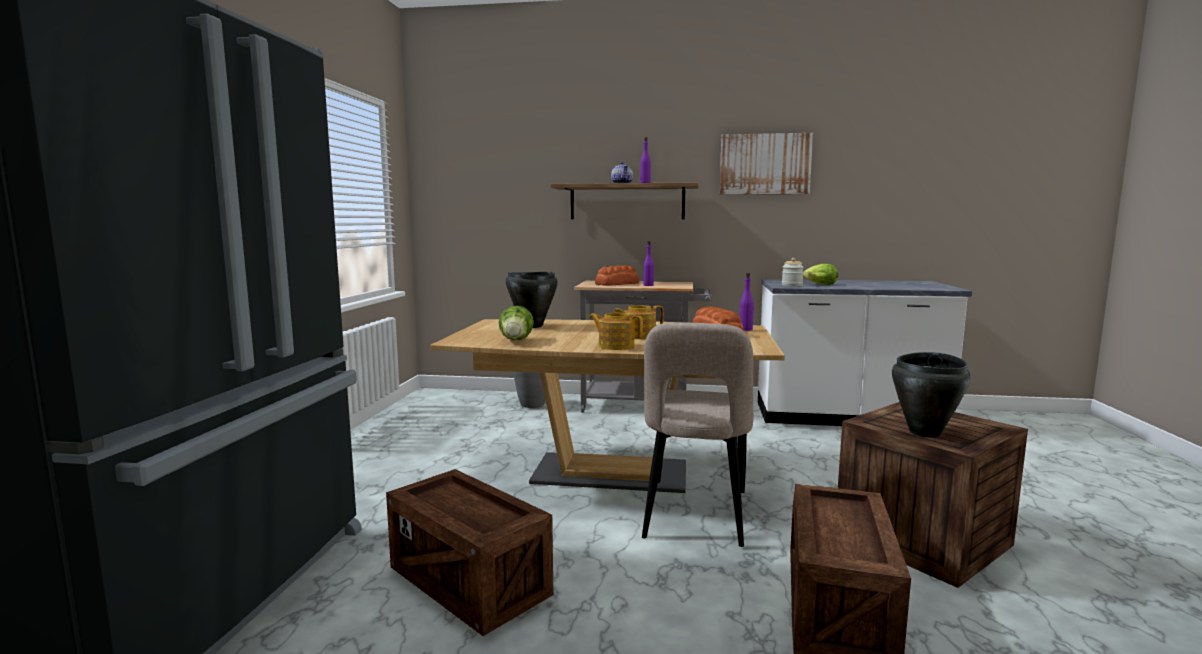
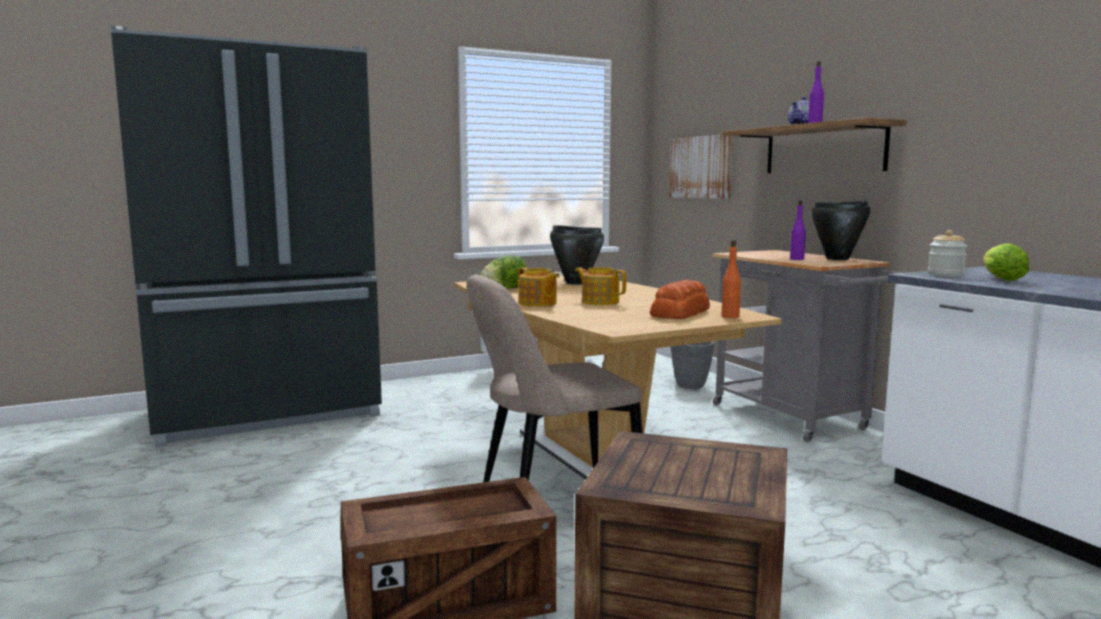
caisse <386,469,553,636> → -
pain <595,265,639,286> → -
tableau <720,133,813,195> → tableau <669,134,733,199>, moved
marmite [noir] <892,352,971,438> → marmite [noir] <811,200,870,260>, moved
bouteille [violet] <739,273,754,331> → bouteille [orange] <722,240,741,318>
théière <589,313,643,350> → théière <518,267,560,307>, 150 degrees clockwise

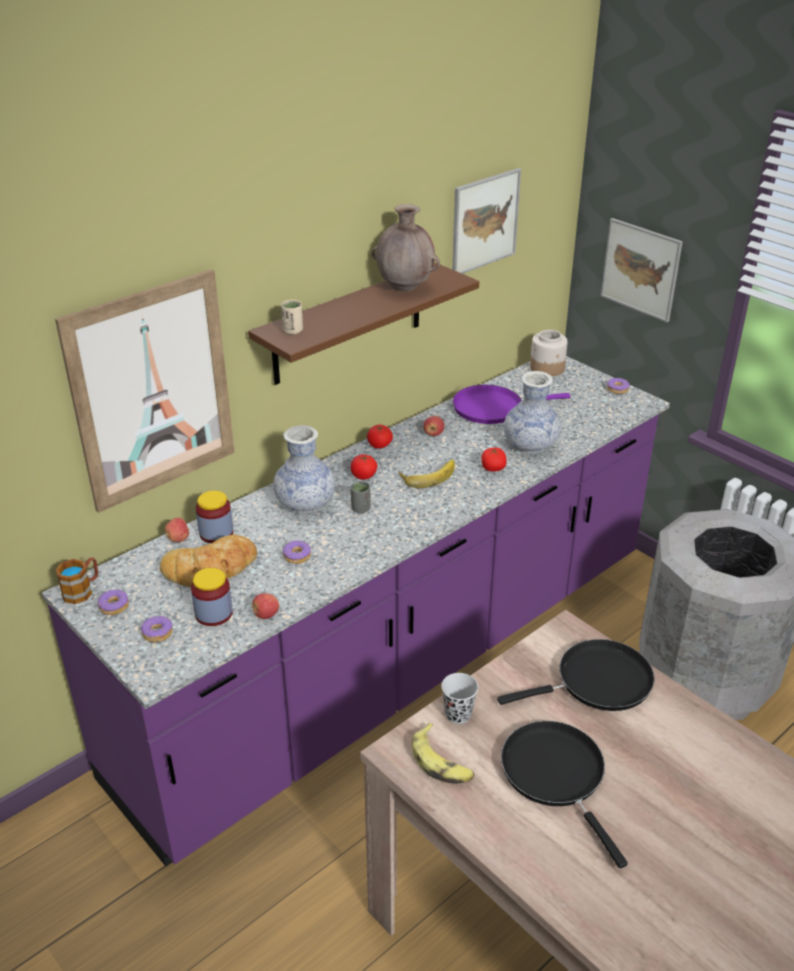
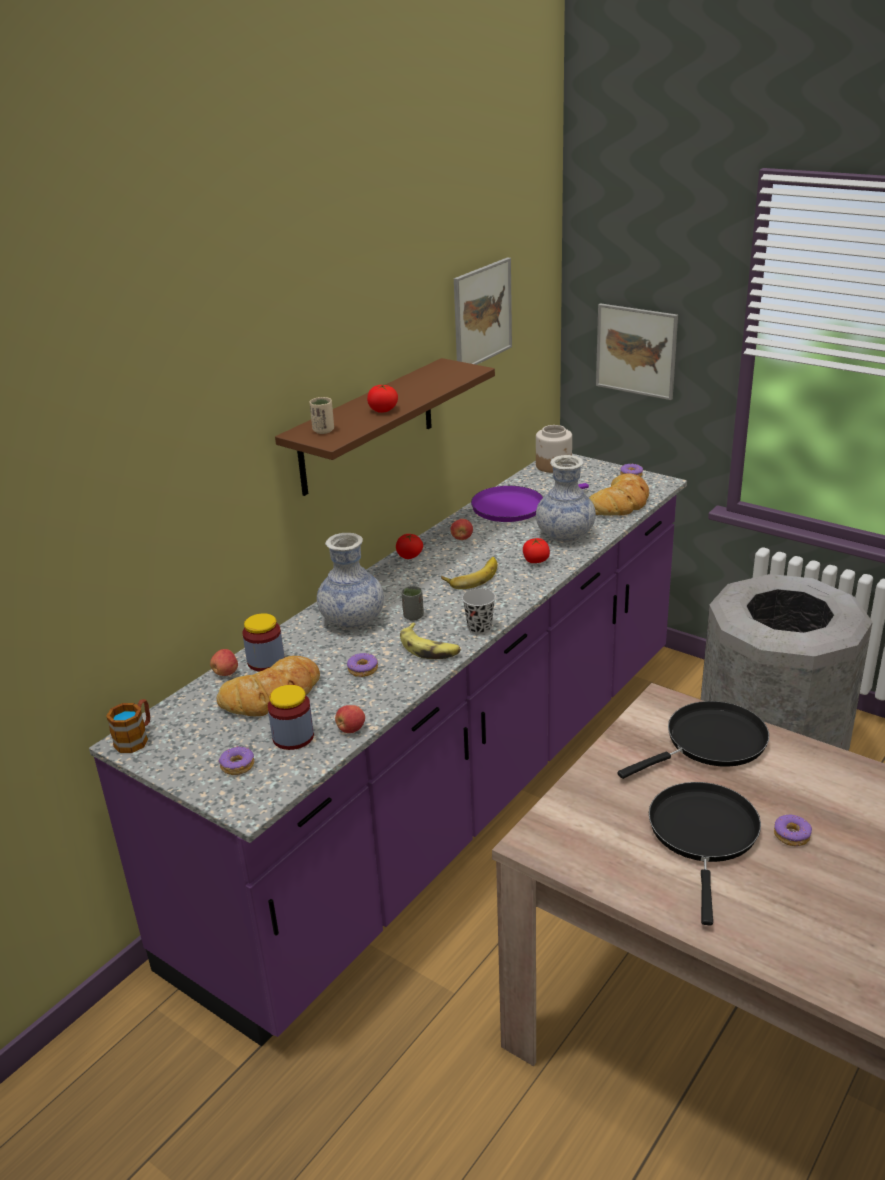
tableau <55,269,235,513> → -
vase [marron] <372,204,440,292> → -
- → pain <589,473,649,516>
beignet <98,589,129,615> → beignet <774,815,812,846>, moved
tomate <351,454,377,480> → tomate <367,384,398,413>, moved
banane <412,723,475,784> → banane <400,623,461,659>, moved
tasse [noir] <441,673,478,724> → tasse [noir] <462,589,496,635>, moved
poêle [noir] <501,721,628,868> → poêle [noir] <649,782,761,925>, 45 degrees clockwise

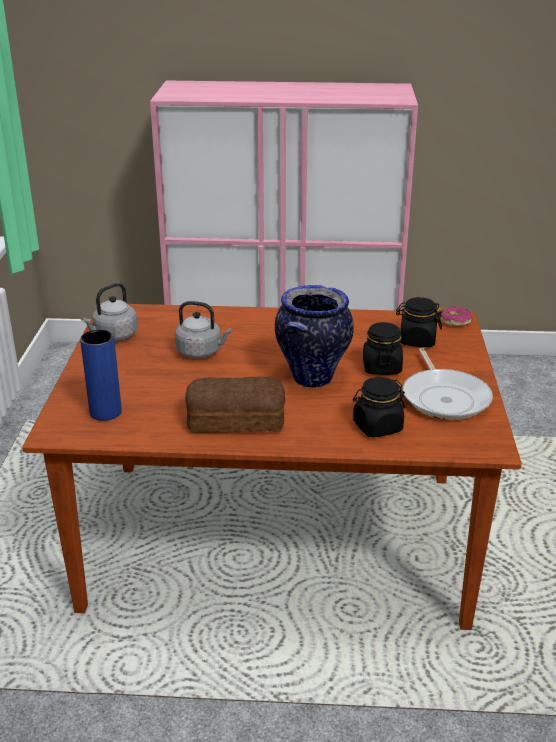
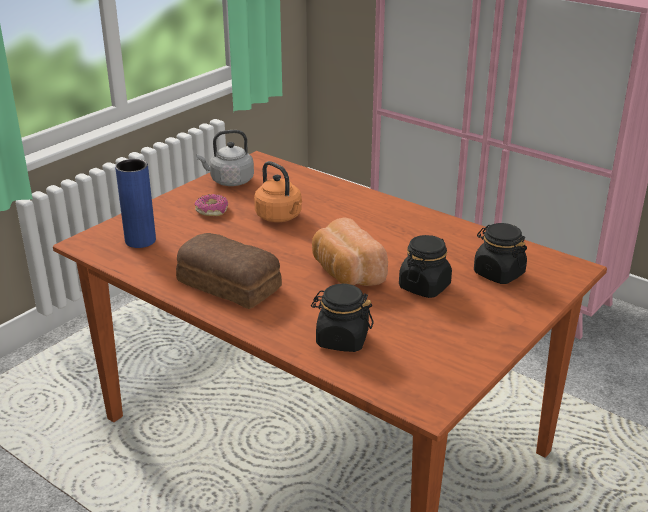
poêle <403,348,493,420> → -
beignet <440,306,472,327> → beignet <195,194,228,216>, moved
vase <275,285,354,388> → pain <312,217,388,286>
bouilloire [gris] <175,301,232,358> → bouilloire [orange] <254,161,302,222>

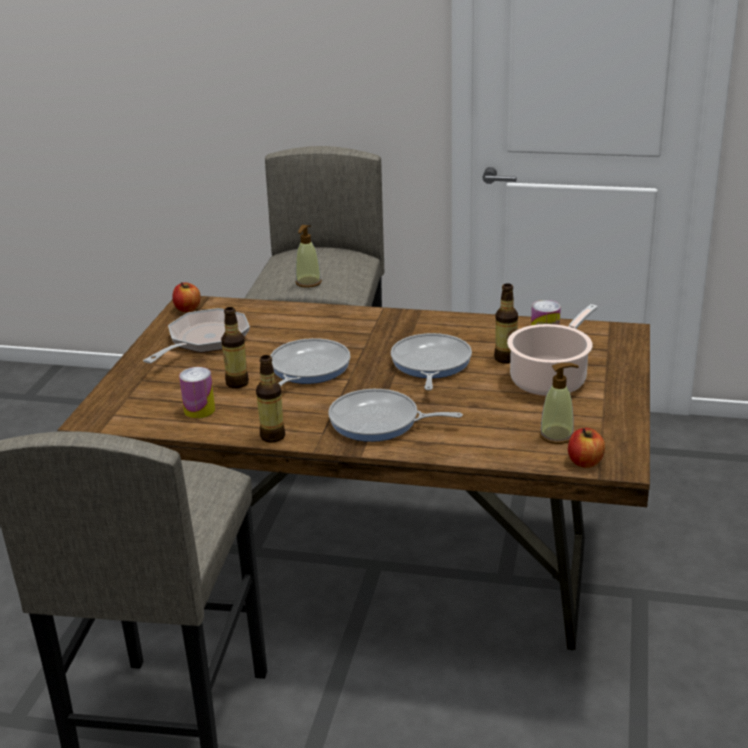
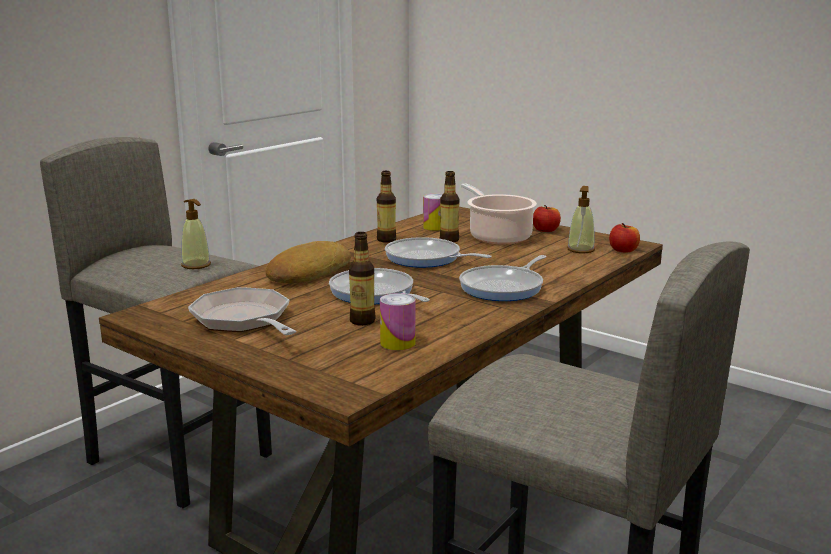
- → pain <266,241,351,284>
pomme <172,282,200,312> → pomme <533,205,561,232>, moved
bouteille <256,355,285,443> → bouteille <377,171,396,243>, moved

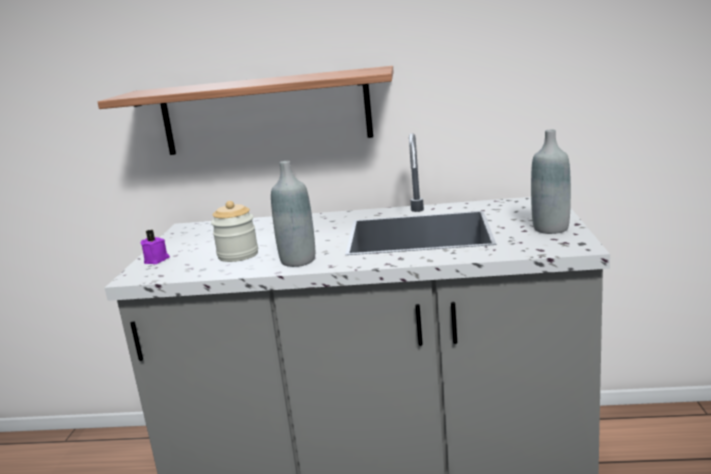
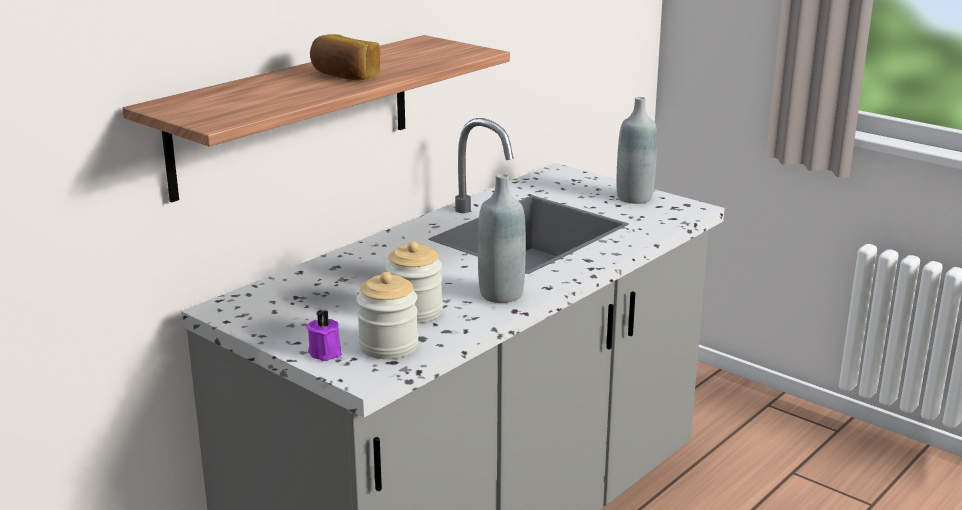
- → pain <310,34,380,80>
- → bocal <356,272,418,359>

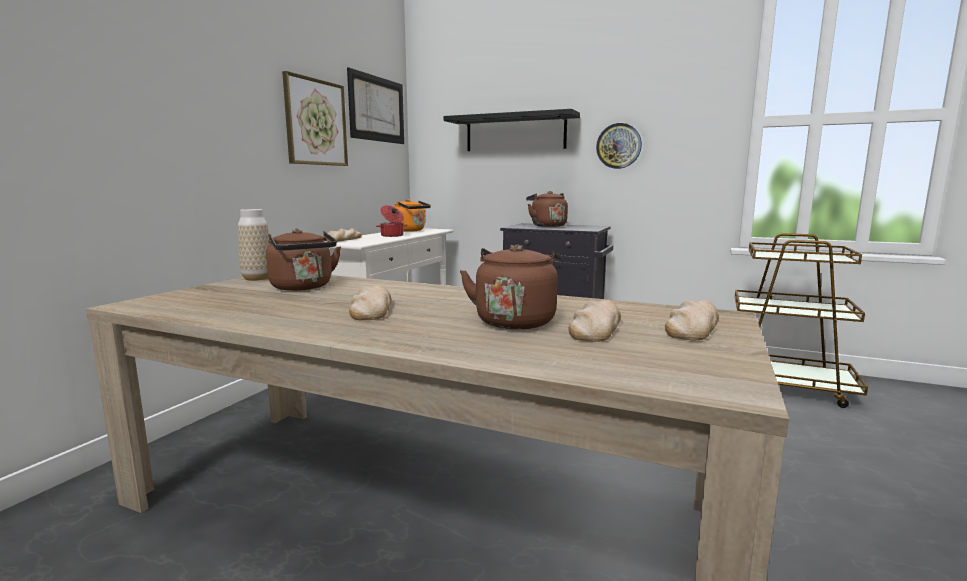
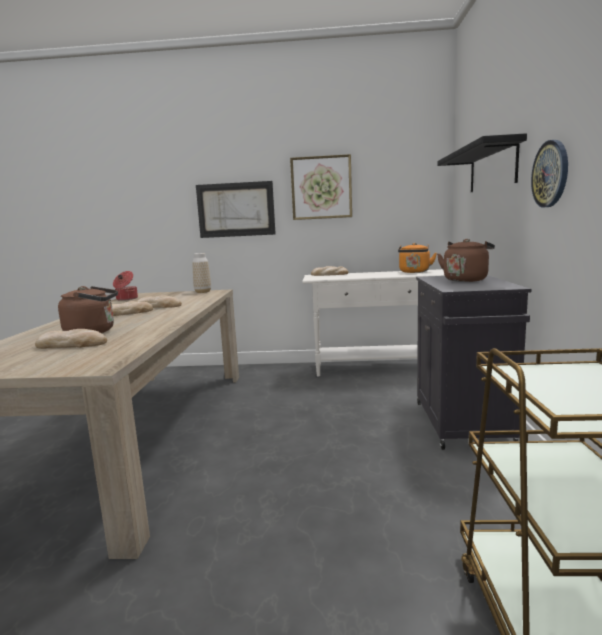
bouilloire [marron] <266,228,341,291> → -
tableau <347,67,404,144> → tableau <196,181,276,238>, moved
marmite <376,205,408,237> → marmite <113,271,138,301>, moved
pain <665,300,719,341> → pain <137,295,182,308>, moved

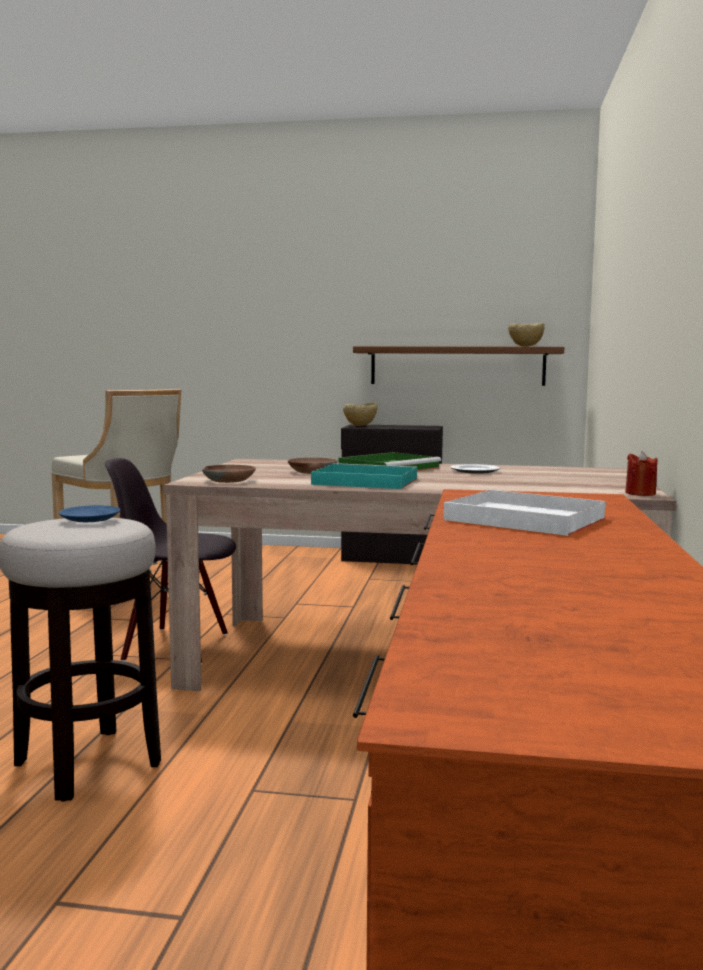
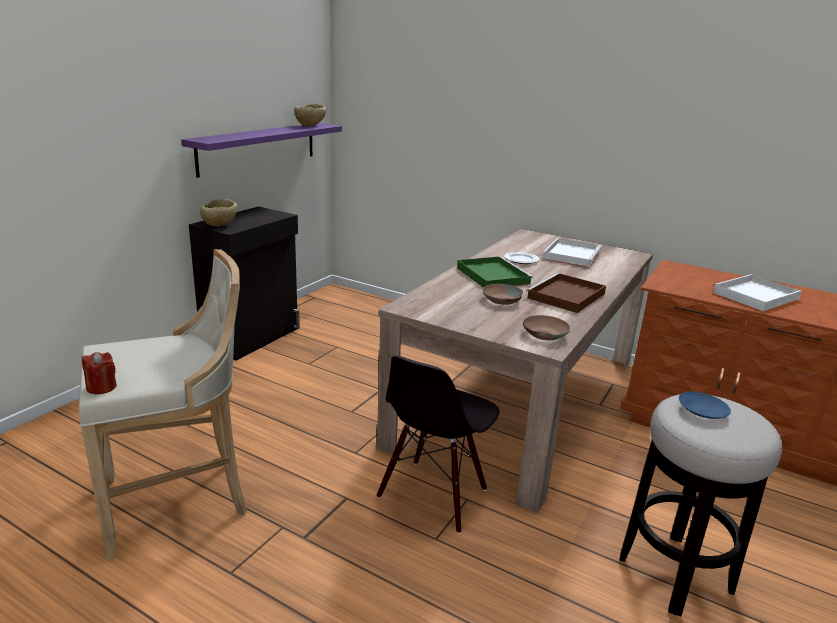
- → plateau [blanc] <543,238,602,267>
bougie [rouge] <625,451,657,496> → bougie [rouge] <82,352,117,394>, moved
plateau [turquoise] <311,463,418,489> → plateau [marron] <526,273,606,313>
étagère [marron] <353,346,565,386> → étagère [violet] <181,123,342,178>

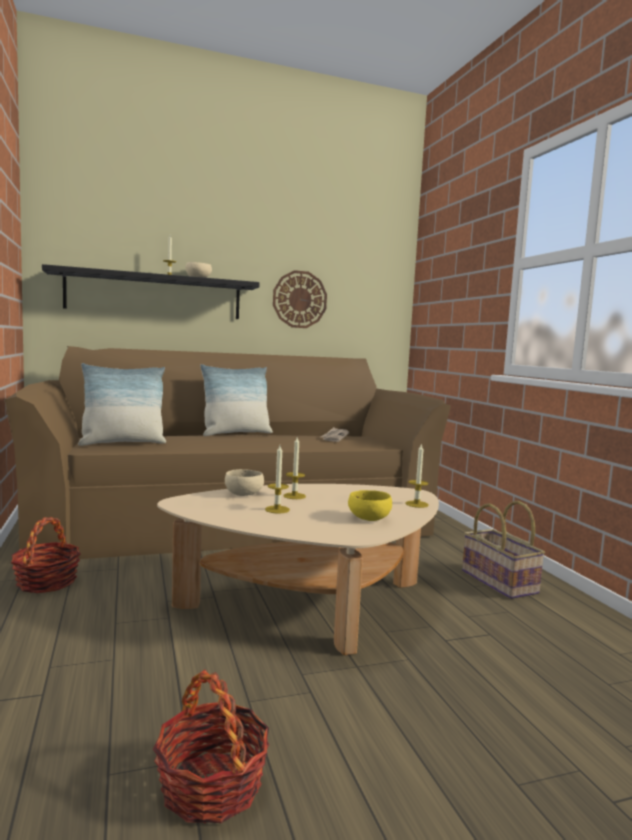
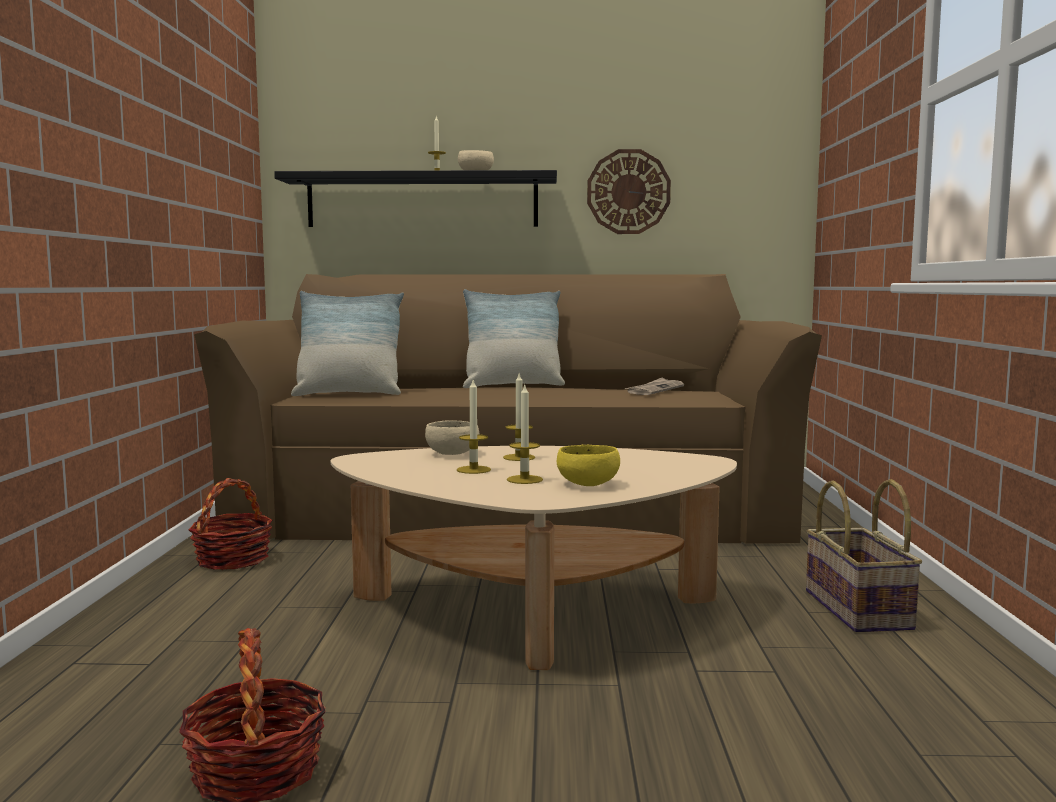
bougie <405,443,429,508> → bougie <507,385,543,484>, moved

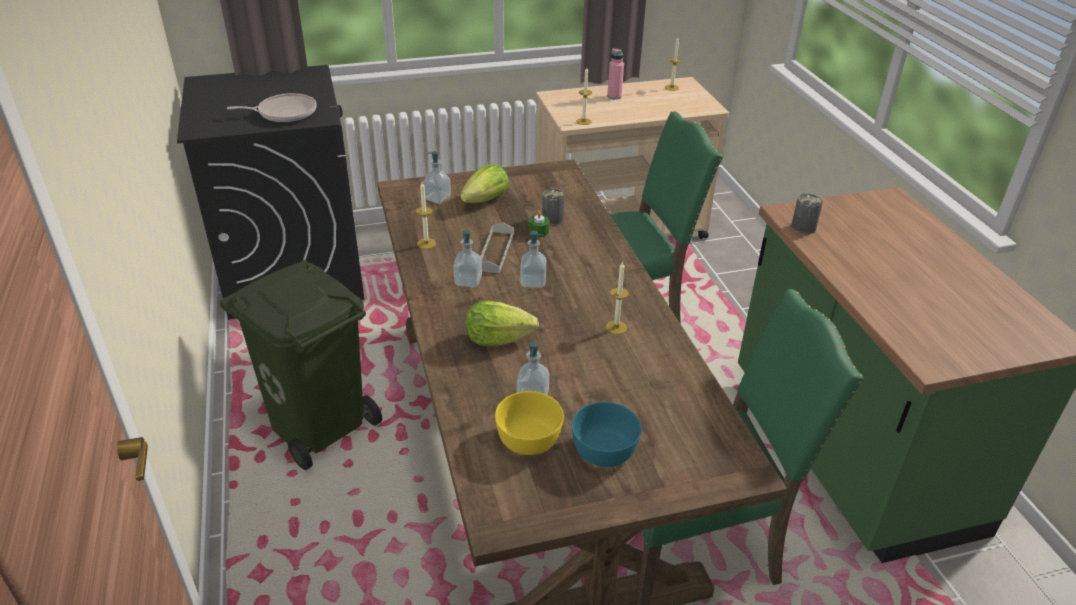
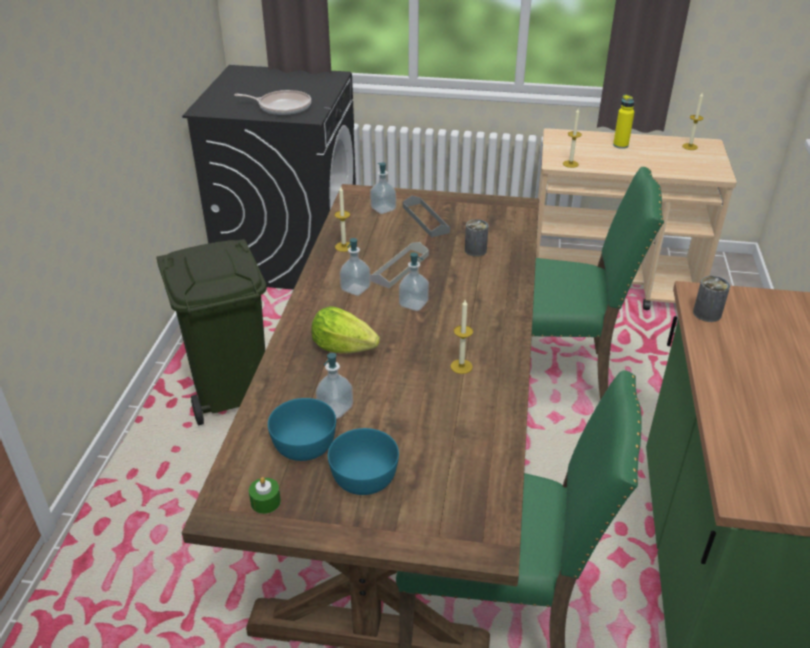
bougie [vert] <529,211,549,238> → bougie [vert] <249,477,281,514>, moved
laitue <460,164,509,203> → plateau [gris] <403,196,450,238>
bol [jaune] <495,391,564,455> → bol [turquoise] <268,398,336,461>
bouteille [rose] <607,48,624,99> → bouteille [jaune] <613,95,634,149>

